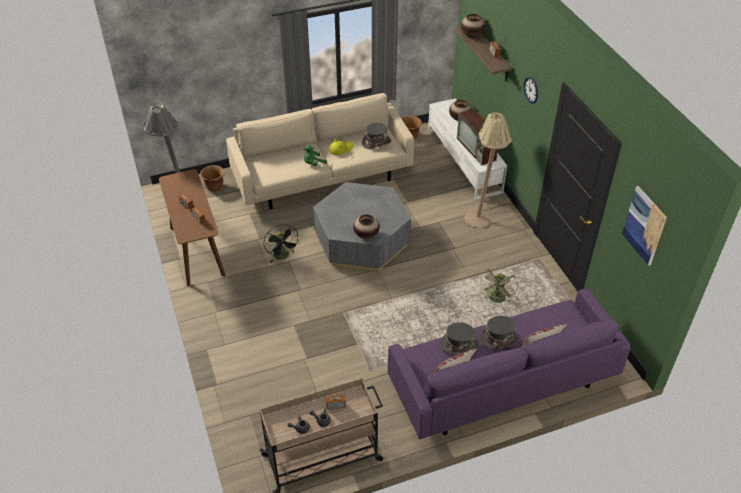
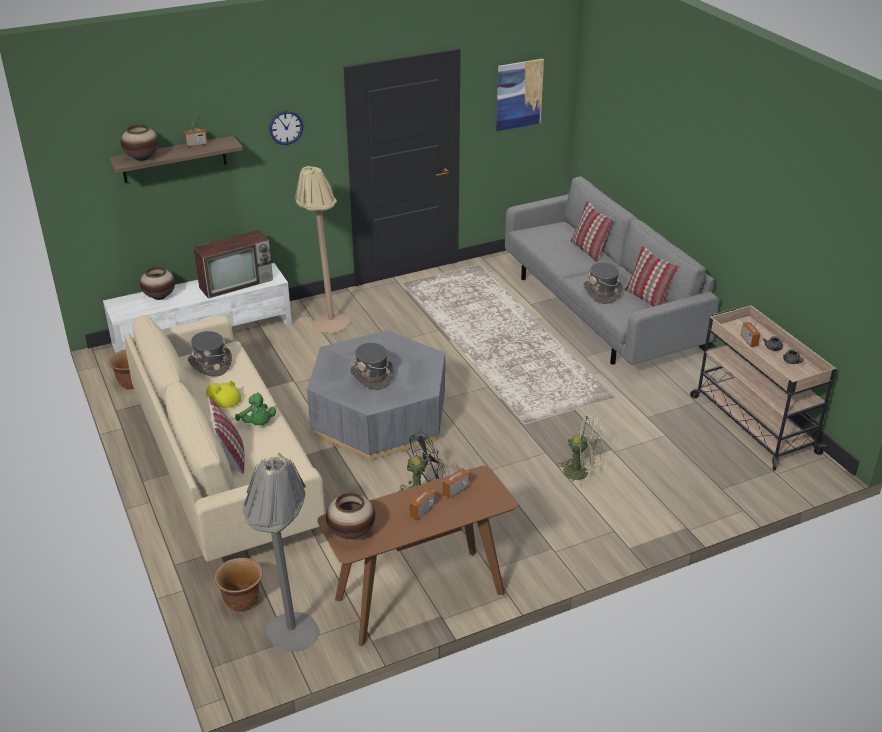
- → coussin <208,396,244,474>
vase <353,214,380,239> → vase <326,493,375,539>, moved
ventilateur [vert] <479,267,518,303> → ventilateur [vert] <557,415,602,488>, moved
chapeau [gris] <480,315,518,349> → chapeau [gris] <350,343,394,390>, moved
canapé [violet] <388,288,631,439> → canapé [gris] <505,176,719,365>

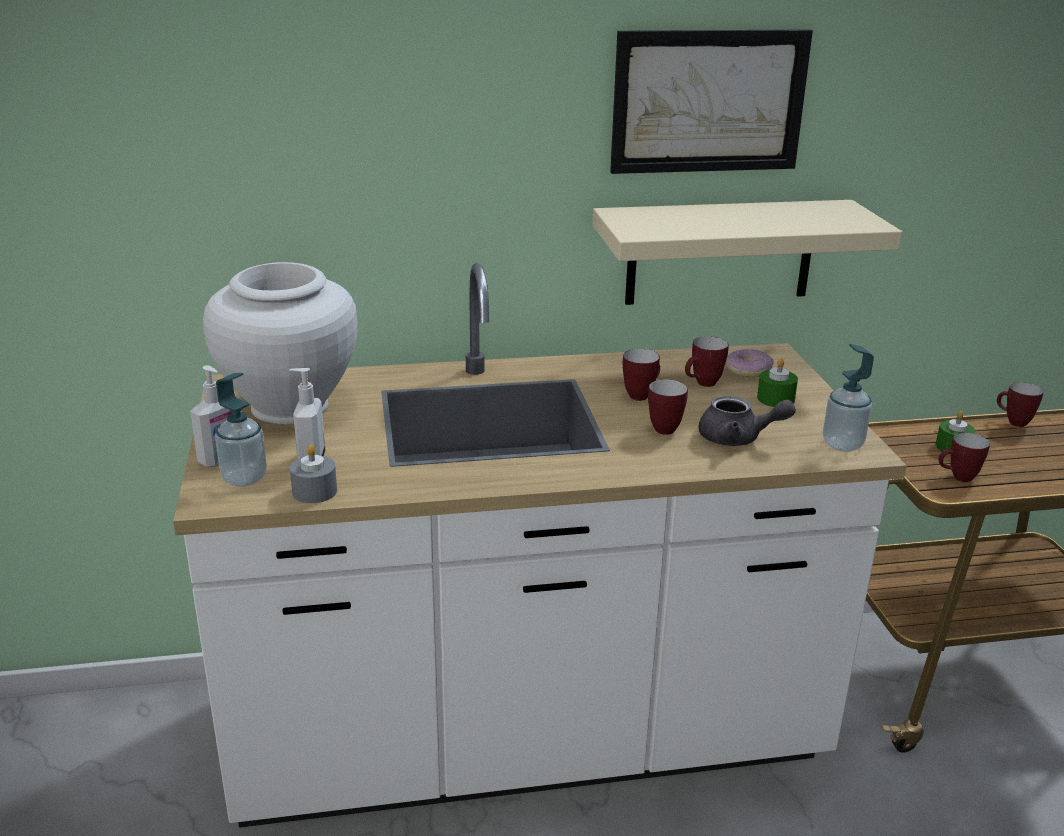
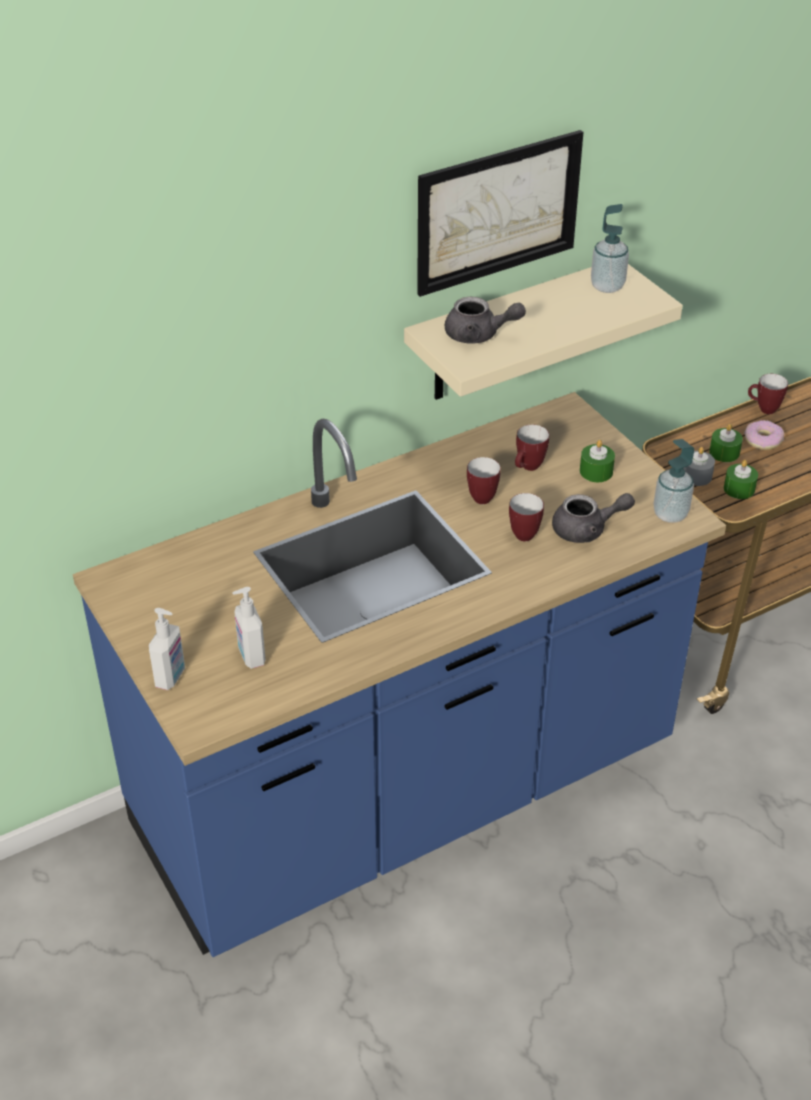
vase [blanc] <203,262,358,424> → -
- → théière [gris] <445,297,526,344>
distributeur de savon <215,373,267,487> → distributeur de savon <591,204,629,293>, moved
bougie [gris] <290,445,337,503> → bougie [gris] <683,447,715,486>, moved
beignet <726,349,774,377> → beignet <744,420,784,450>, moved
mug <939,433,990,482> → bougie [vert] <724,460,758,499>
comptoir de cuisine [blanc] <173,263,907,828> → comptoir de cuisine [bleu] <73,392,726,957>

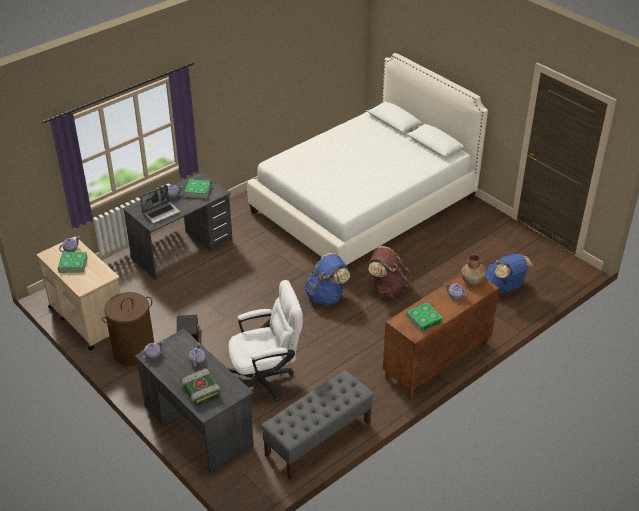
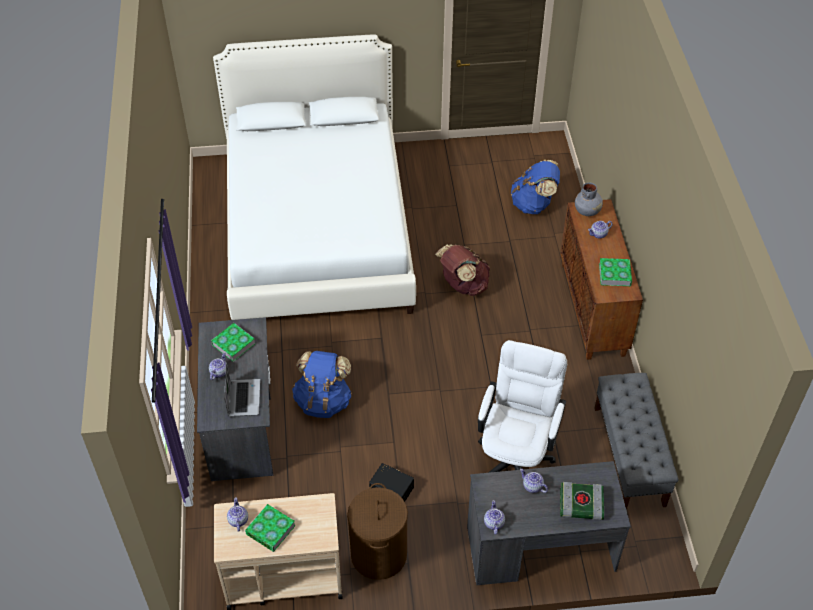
sac à dos [bleu] <304,253,350,305> → sac à dos [bleu] <292,351,352,418>, moved
vase [marron] <461,254,486,285> → vase [gris] <575,183,603,216>

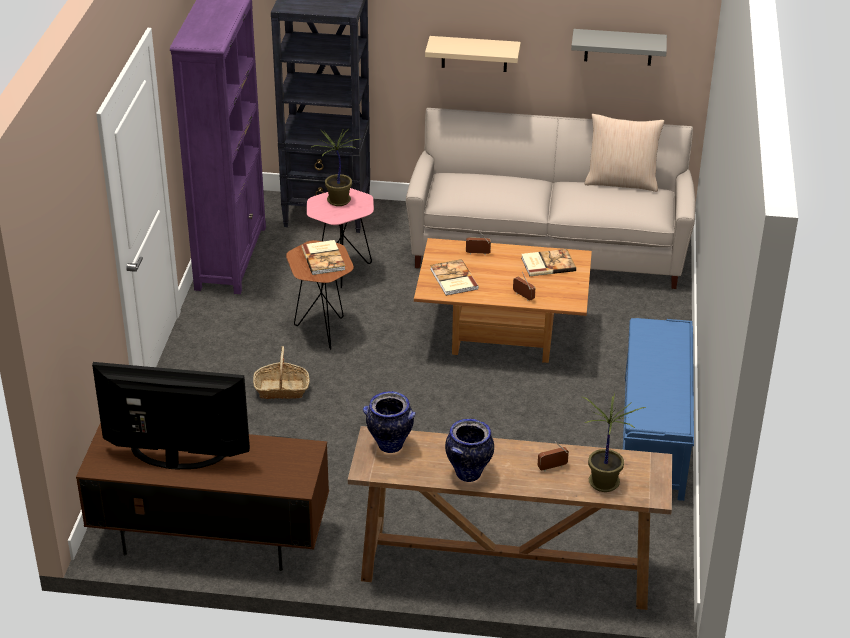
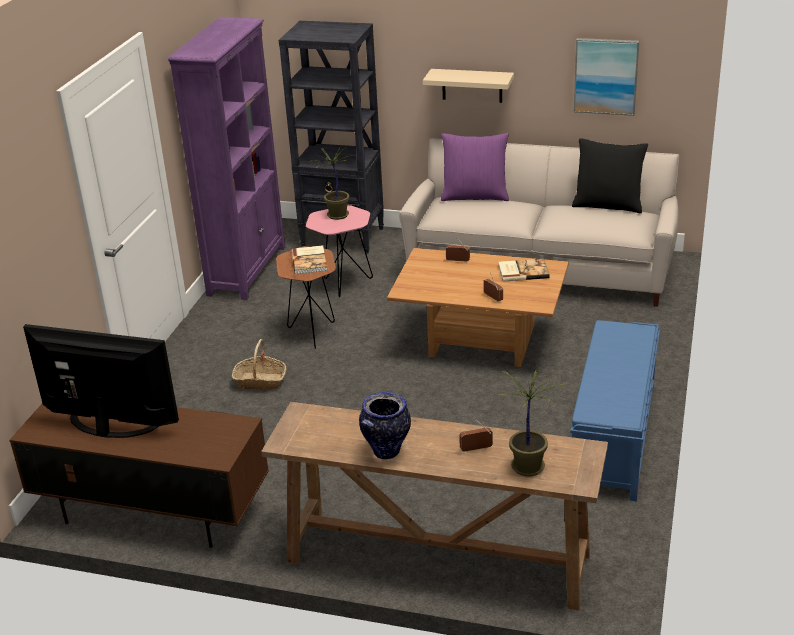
vase <363,391,415,453> → -
livre <430,259,479,296> → -
- → coussin [violet] <441,133,509,201>
étagère [gris] <571,29,667,66> → tableau <574,38,639,116>
coussin [beige] <585,114,664,192> → coussin [noir] <572,138,648,214>

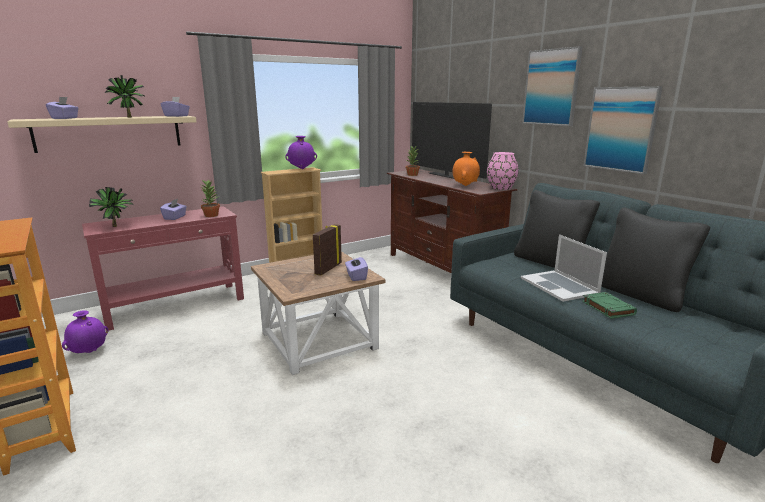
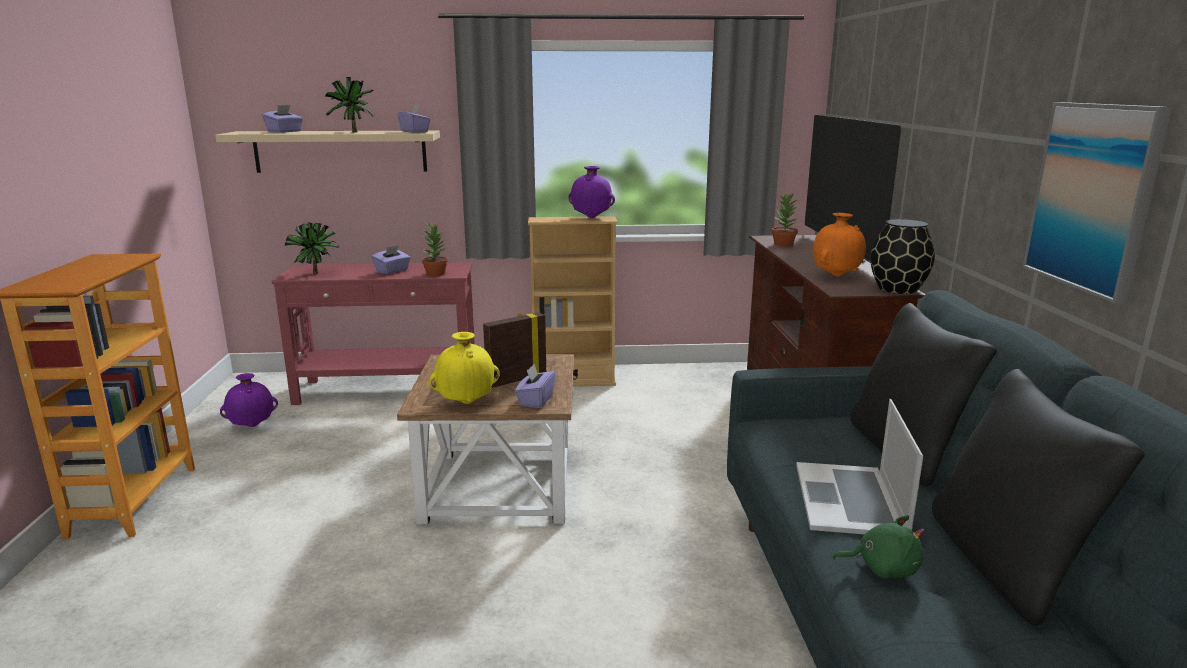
tableau <522,46,583,126> → -
- → vase [jaune] <429,332,500,404>
livre [vert] <582,292,637,319> → peluche [vert] <832,515,925,579>
vase [rose] <487,152,518,190> → vase [noir] <870,219,935,294>

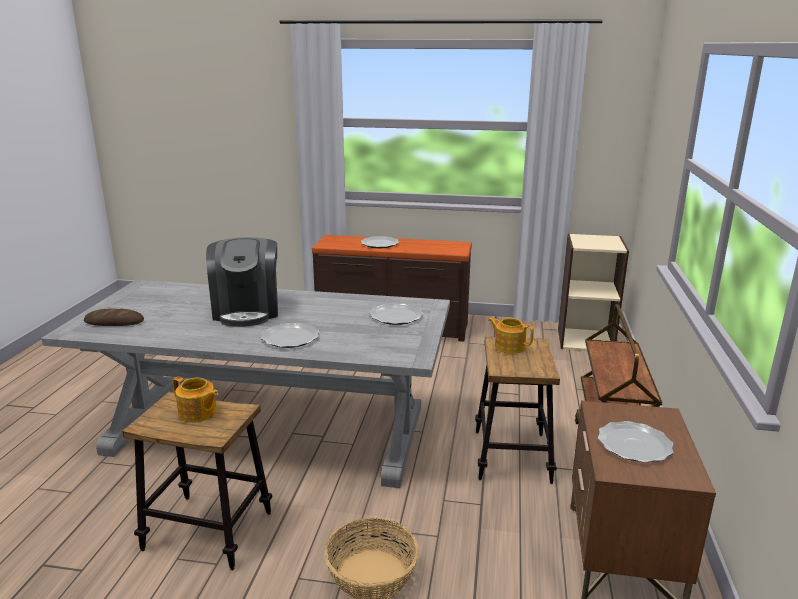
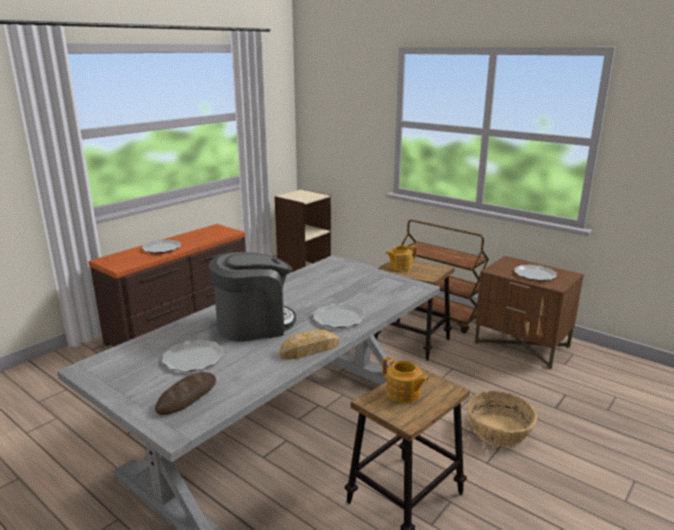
- → pain <279,329,339,359>
assiette <370,303,423,325> → assiette <162,340,224,372>, moved
théière <173,377,218,423> → théière <382,357,429,403>, 75 degrees clockwise
machine à café <206,237,278,327> → machine à café <209,252,296,342>, 45 degrees counterclockwise

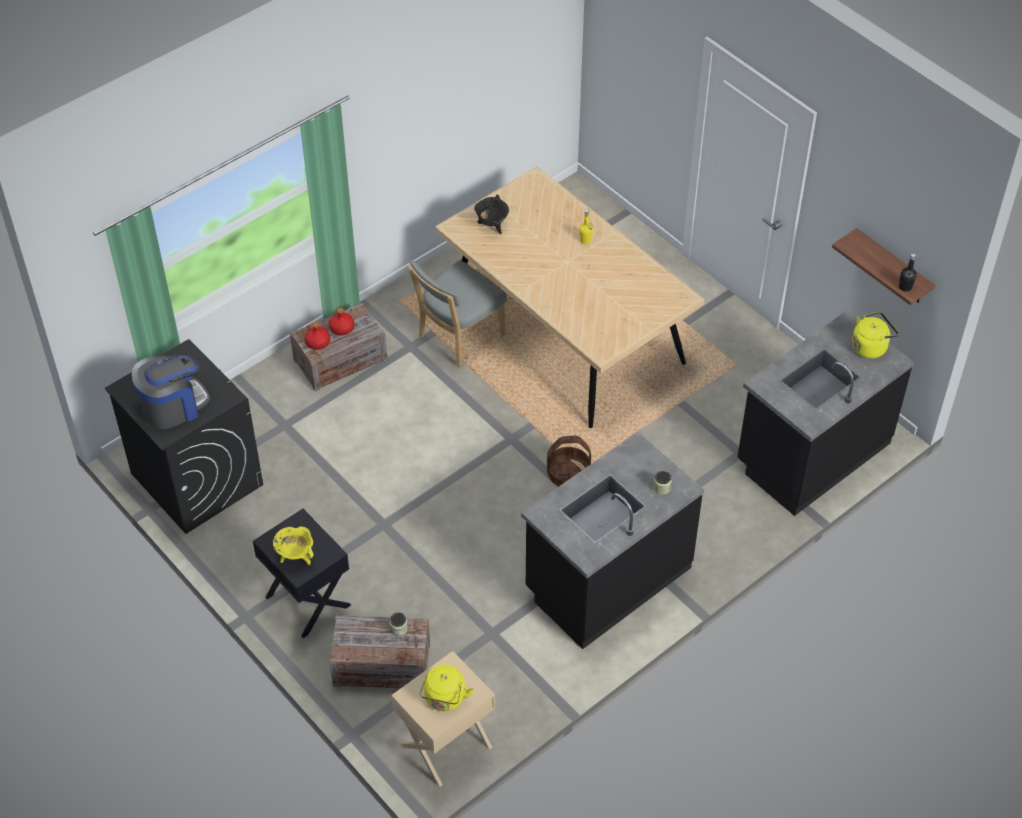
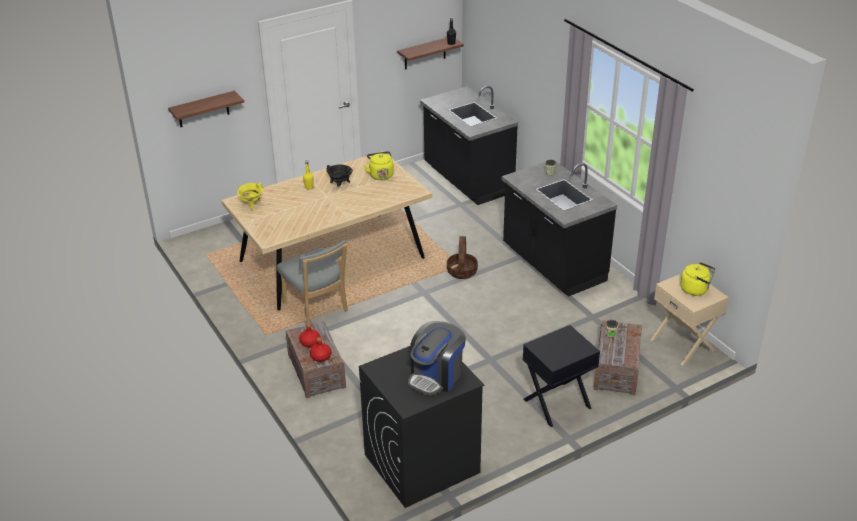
- → étagère <168,91,244,127>
marmite [jaune] <273,526,314,565> → marmite [jaune] <237,182,263,211>, moved
marmite [noir] <474,195,509,234> → marmite [noir] <326,165,353,187>, moved
bouilloire [jaune] <852,312,899,359> → bouilloire [jaune] <364,151,394,180>, moved
machine à café <132,354,210,429> → machine à café <408,321,466,396>, 120 degrees counterclockwise

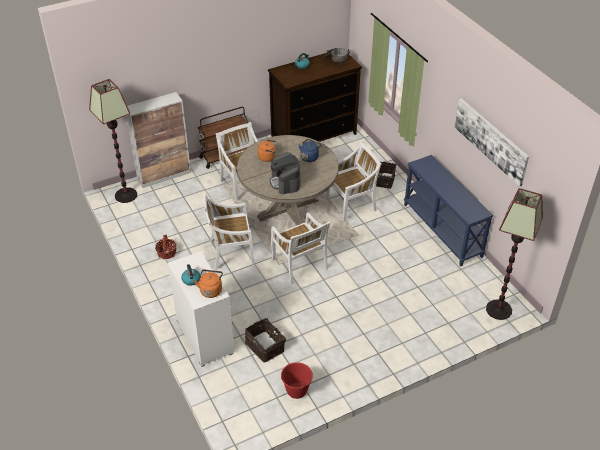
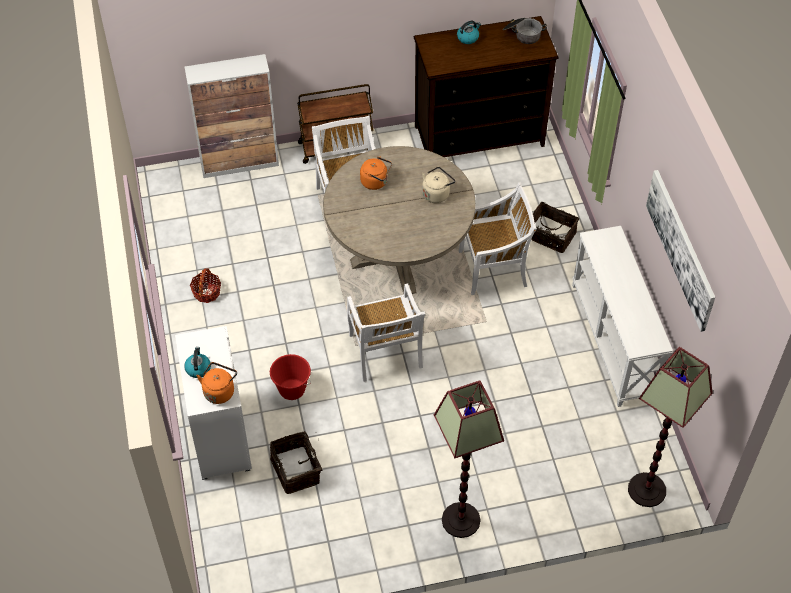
chaise [blanc] <204,194,255,270> → -
machine à café <270,152,300,194> → -
lampadaire <89,79,137,203> → lampadaire <434,381,504,538>, moved
seau [rouge] <281,362,313,399> → seau [rouge] <270,354,311,400>, moved
bouilloire [bleu] <299,139,322,162> → bouilloire [beige] <422,167,456,203>
table console [bleu] <404,155,494,266> → table console [blanc] <572,226,673,407>

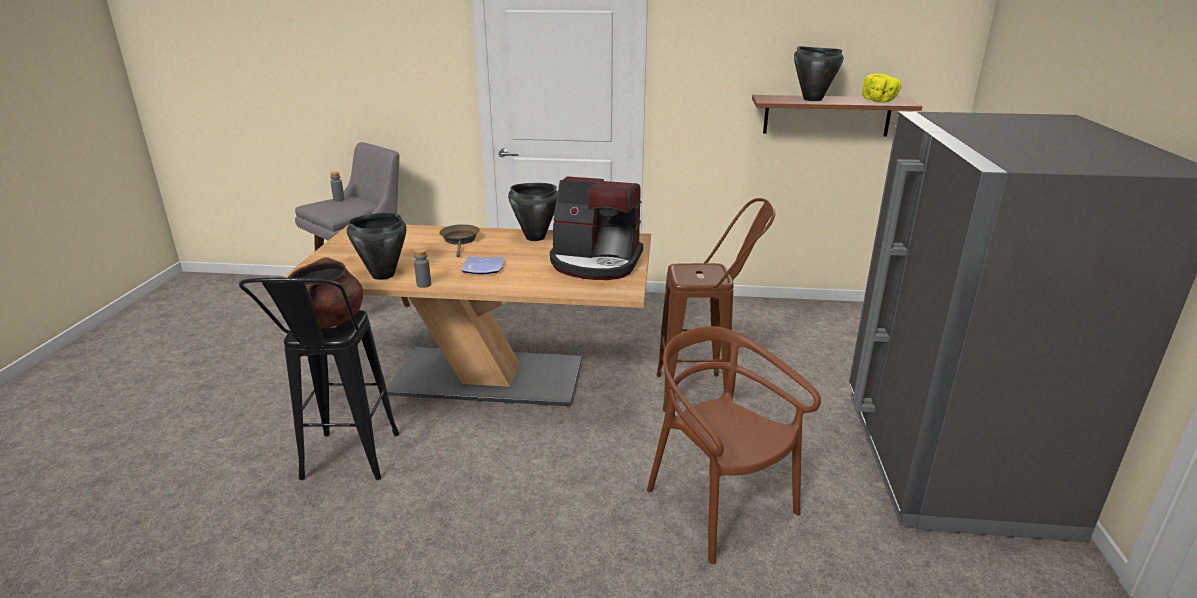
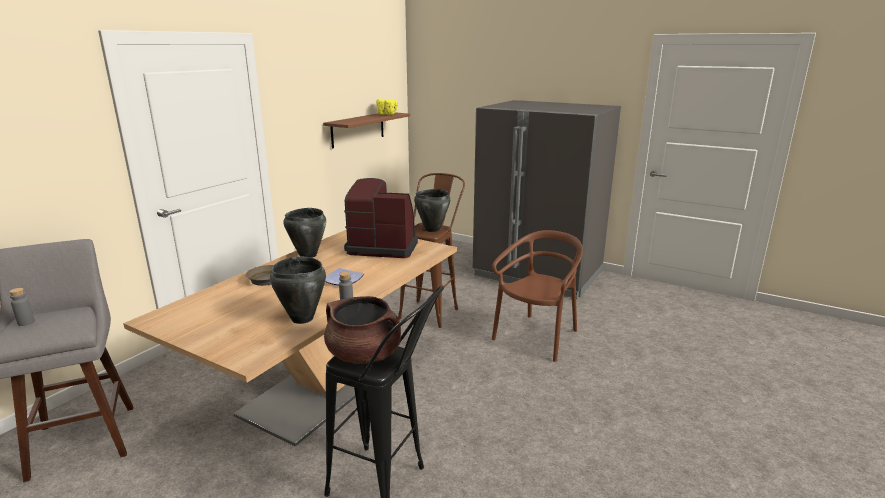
marmite [noir] <794,46,844,101> → marmite [noir] <414,189,450,232>, moved
machine à café <550,176,643,280> → machine à café <344,178,418,258>, 120 degrees counterclockwise
chaise [marron] <647,326,821,565> → chaise [marron] <492,230,583,362>, 135 degrees clockwise

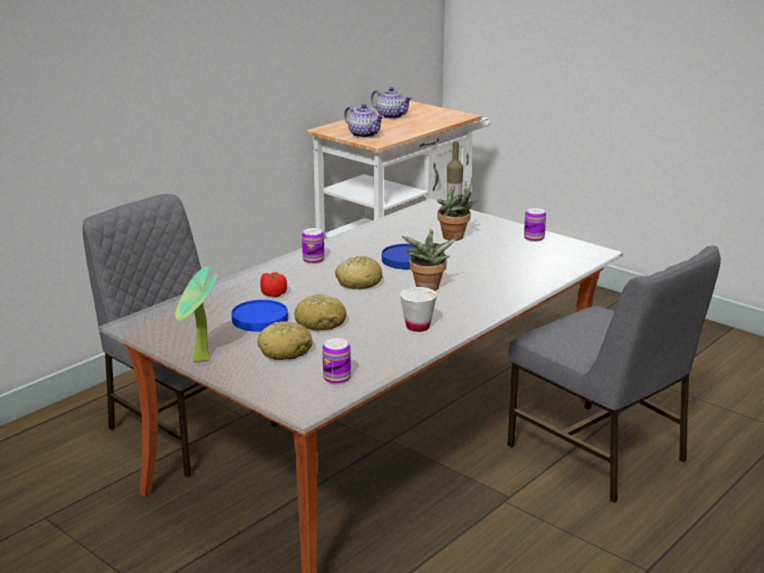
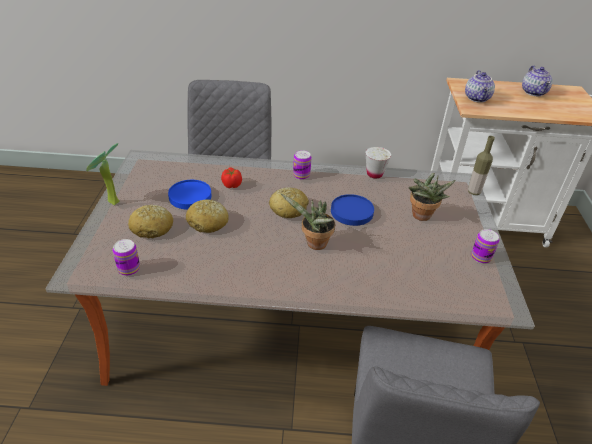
tasse [blanc] <400,287,437,332> → tasse [blanc] <365,147,391,178>, moved

